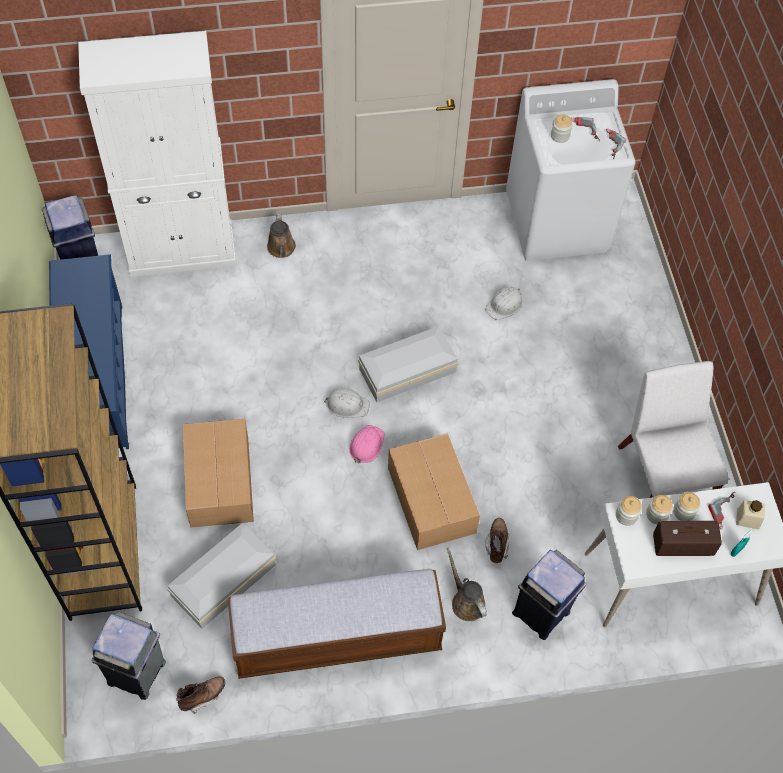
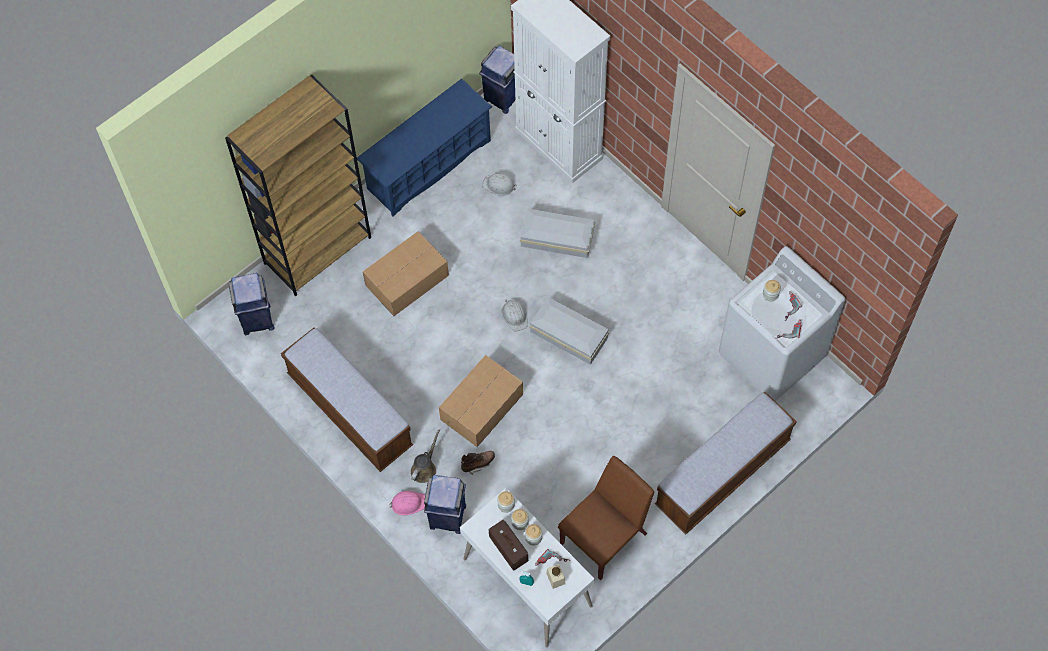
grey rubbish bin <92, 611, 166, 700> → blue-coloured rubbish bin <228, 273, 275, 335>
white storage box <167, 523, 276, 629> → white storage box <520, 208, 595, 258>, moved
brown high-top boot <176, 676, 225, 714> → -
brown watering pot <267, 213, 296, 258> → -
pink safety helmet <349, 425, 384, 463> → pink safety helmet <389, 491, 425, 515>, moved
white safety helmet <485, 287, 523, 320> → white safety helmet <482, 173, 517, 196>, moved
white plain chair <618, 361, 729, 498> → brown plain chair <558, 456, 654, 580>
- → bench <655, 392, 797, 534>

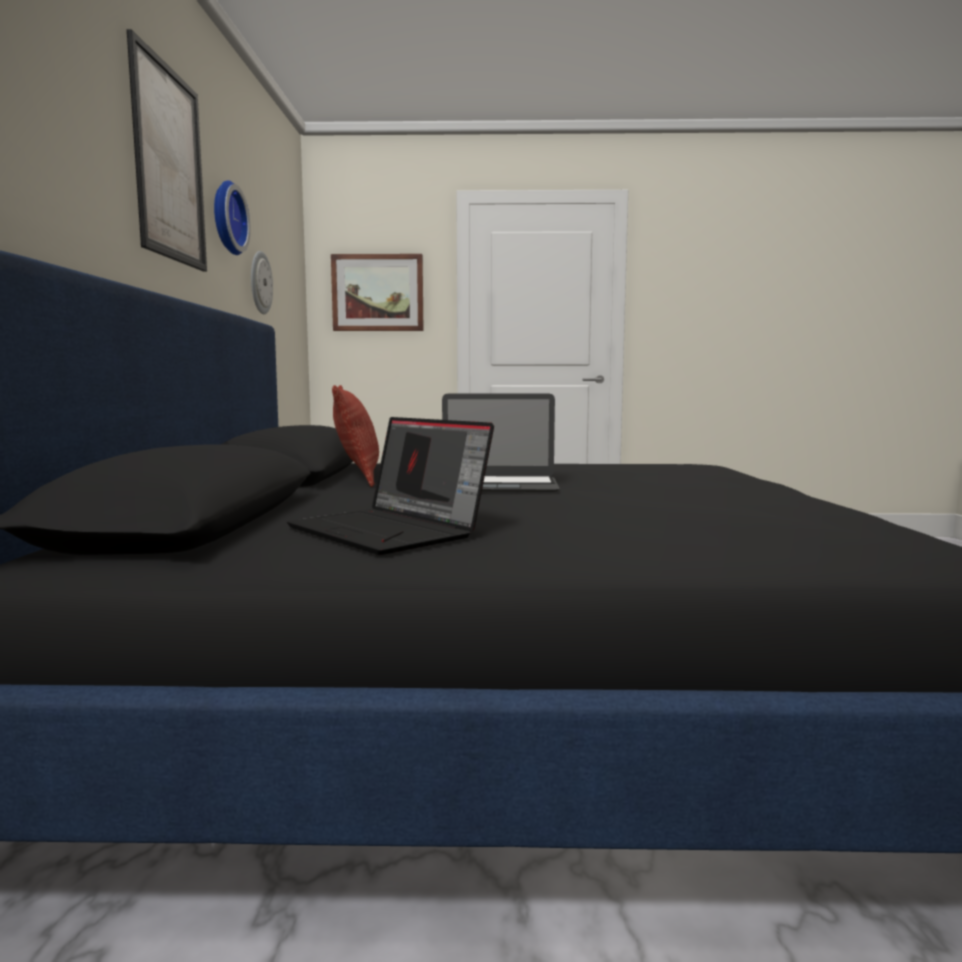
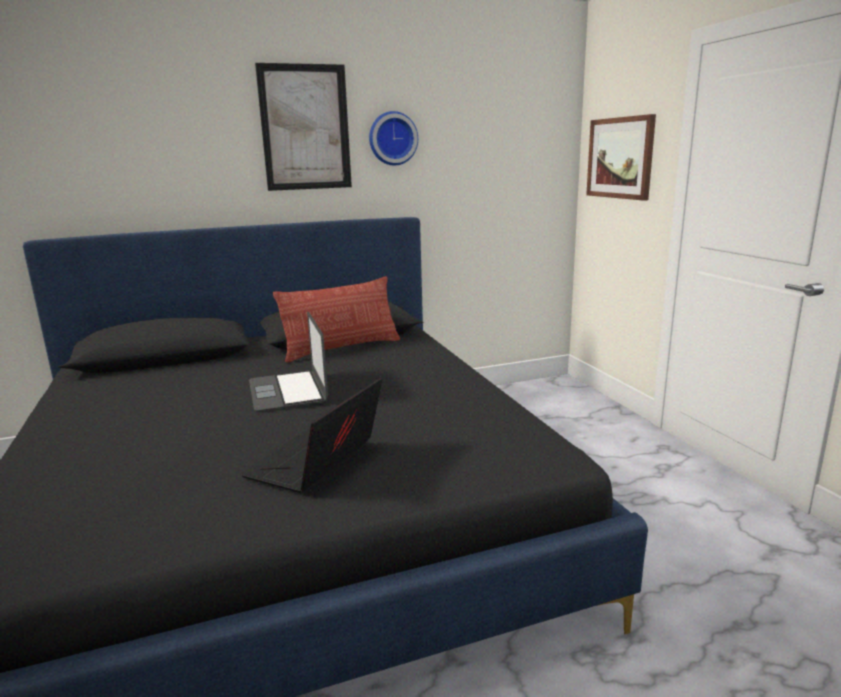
wall clock <251, 251, 273, 314> → -
notebook computer <287, 417, 494, 555> → notebook computer <240, 378, 382, 493>, moved

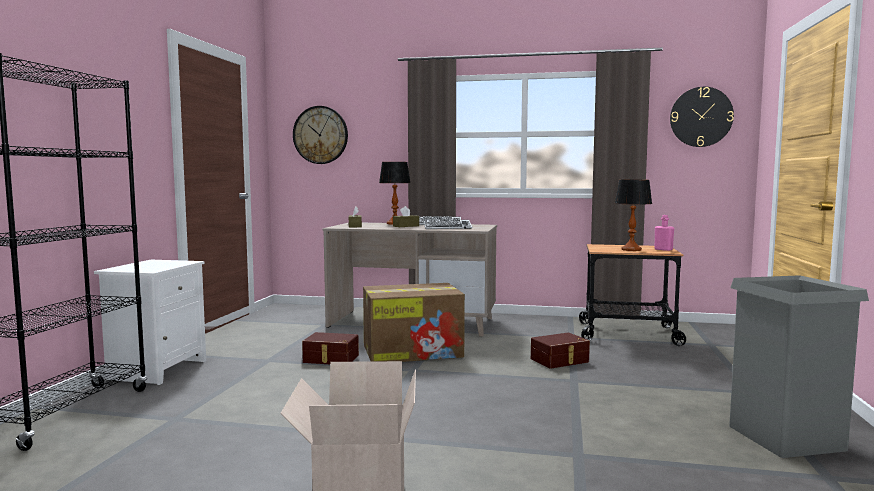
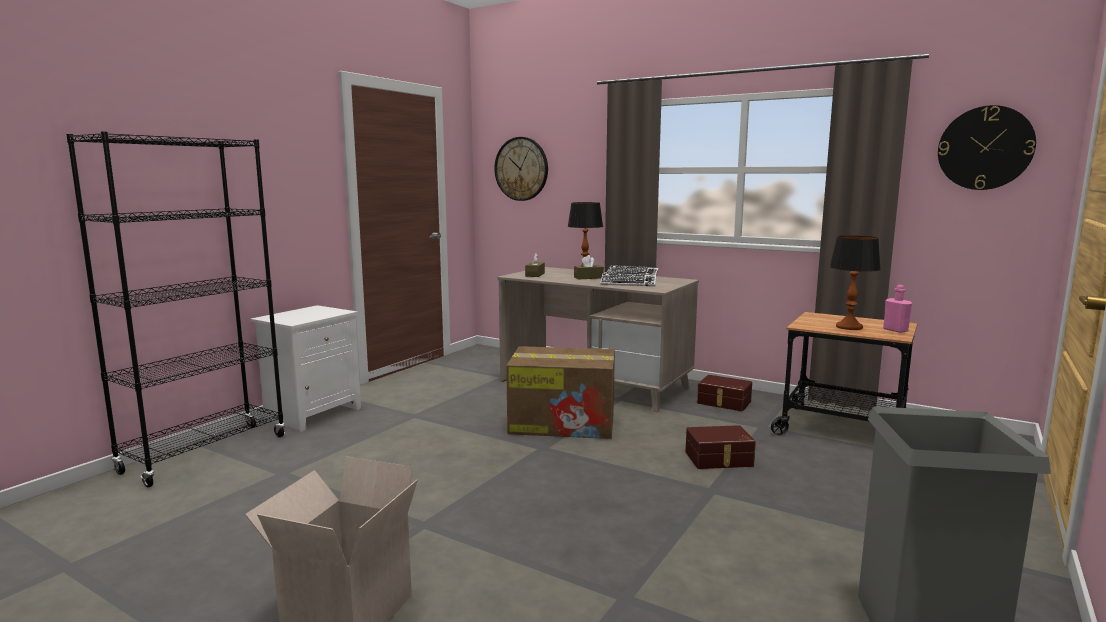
brown storage box <302, 332, 359, 364> → brown storage box <697, 375, 752, 411>, moved

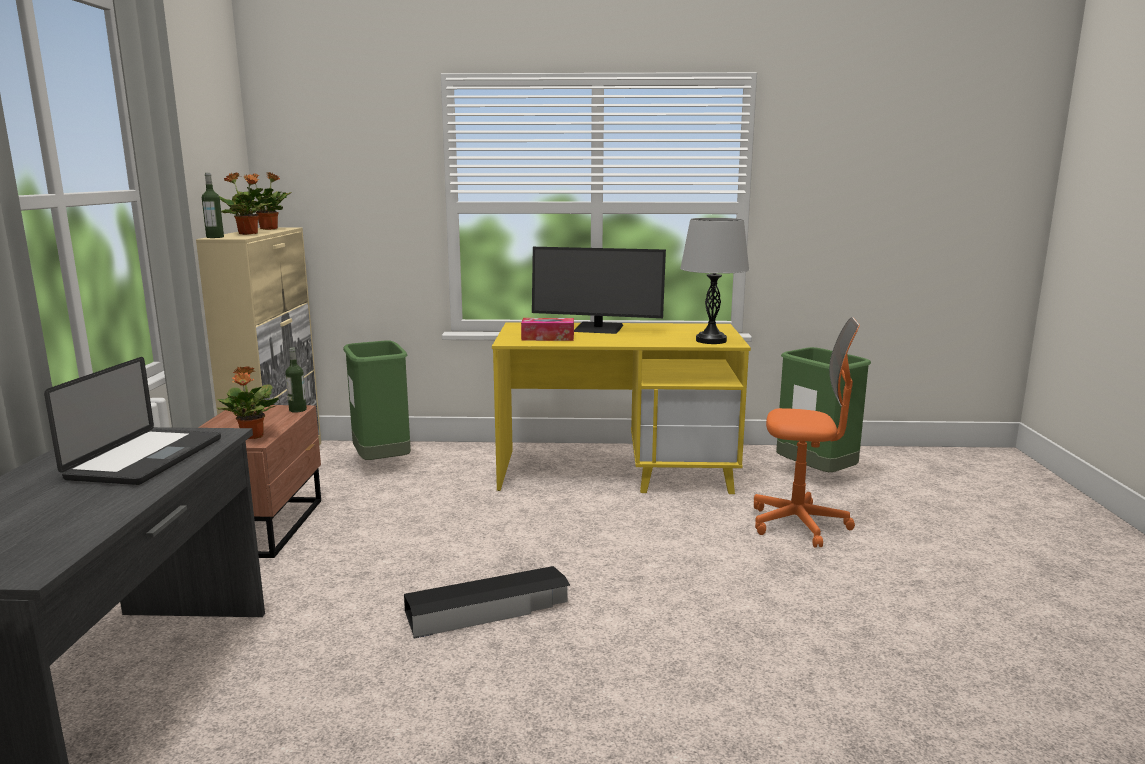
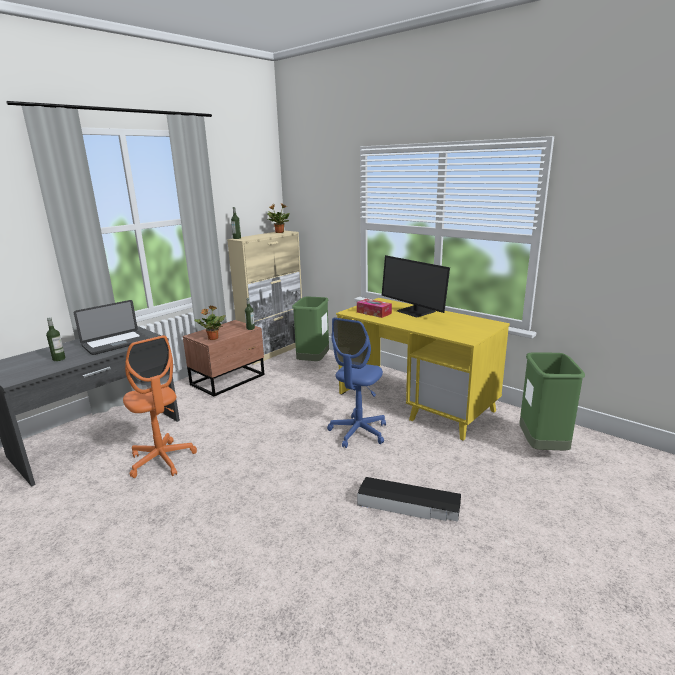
potted plant <219, 172, 272, 235> → -
black storage box <404, 566, 570, 638> → black storage box <357, 477, 461, 522>, moved
grey tabletop lamp <680, 218, 749, 344> → -
orange computer chair <754, 317, 860, 548> → orange computer chair <123, 335, 197, 478>, moved
- → beverage bottle <46, 317, 65, 361>
- → blue-coloured computer chair <327, 318, 386, 448>

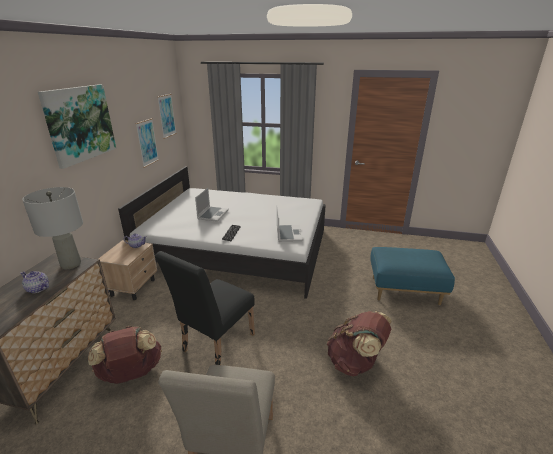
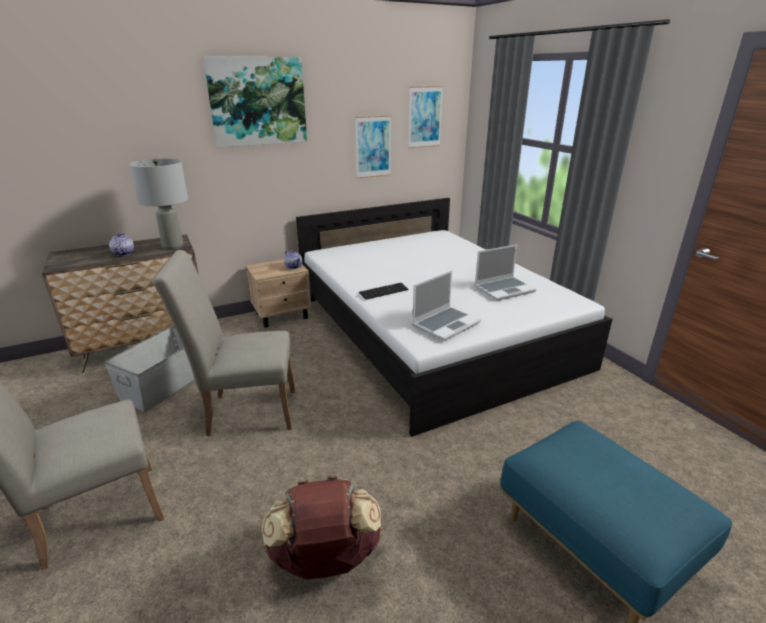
brown rucksack <88, 326, 162, 384> → grey storage box <104, 326, 194, 412>
black plain chair <155, 251, 255, 365> → sand-coloured plain chair <153, 250, 295, 436>
notebook computer <195, 188, 229, 222> → notebook computer <474, 244, 536, 301>, moved

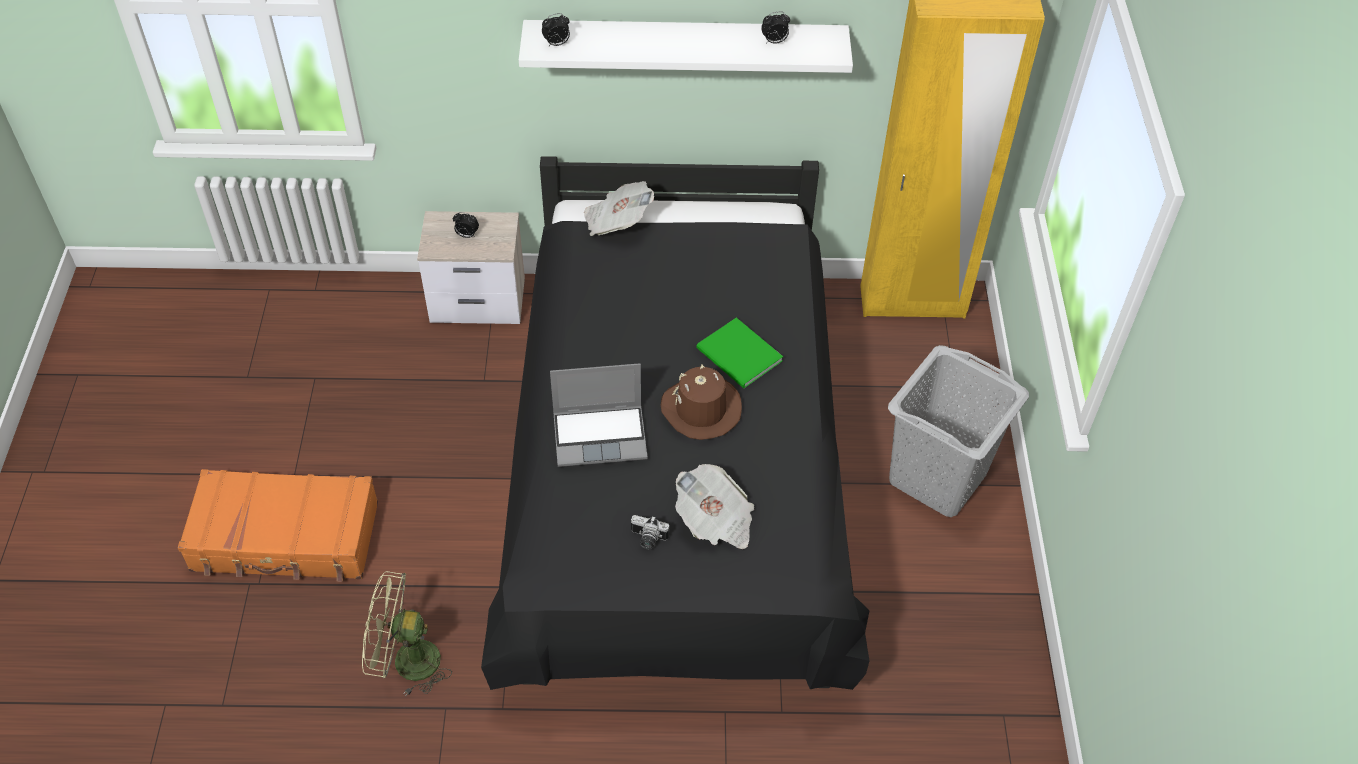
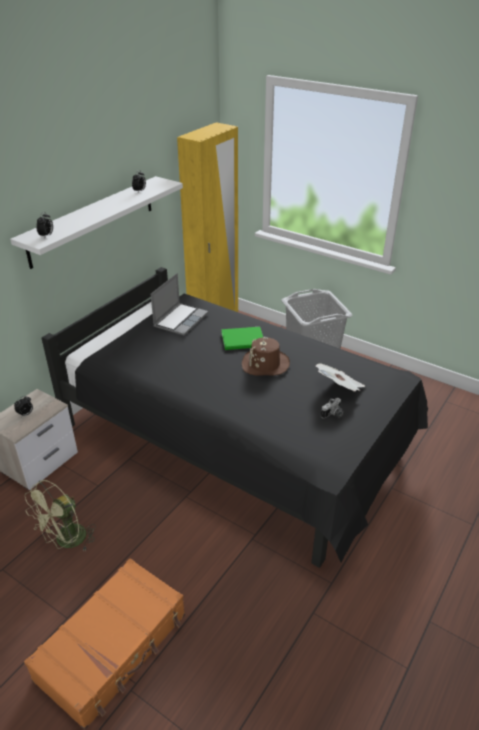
green-coloured fan <362, 571, 452, 696> → green-coloured fan <25, 480, 96, 551>, moved
notebook computer <550, 363, 648, 467> → notebook computer <151, 273, 208, 335>, moved
printed paper <584, 181, 654, 236> → -

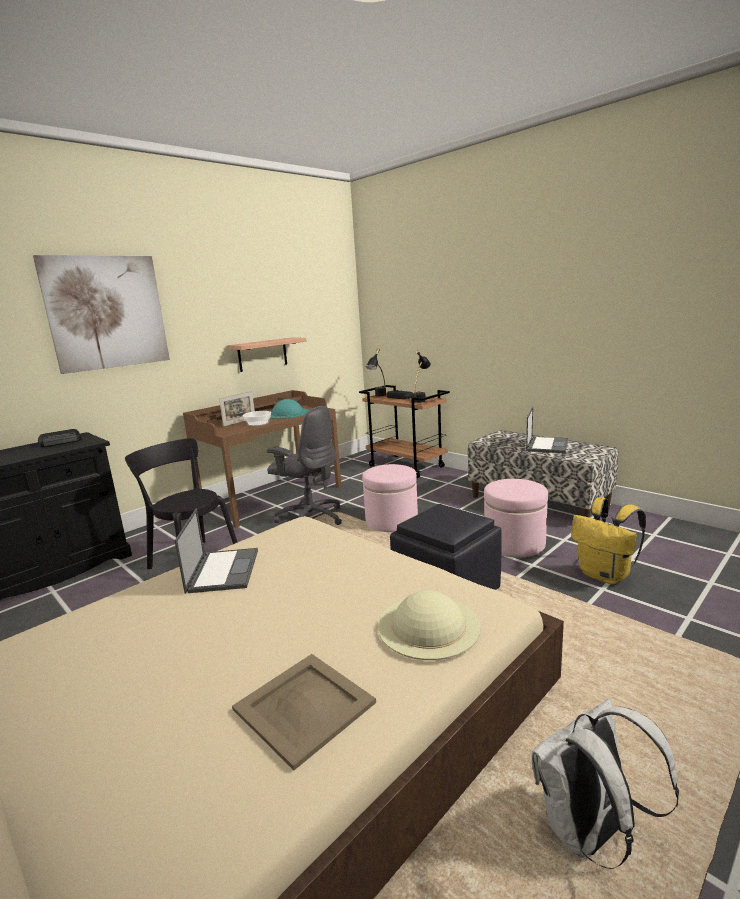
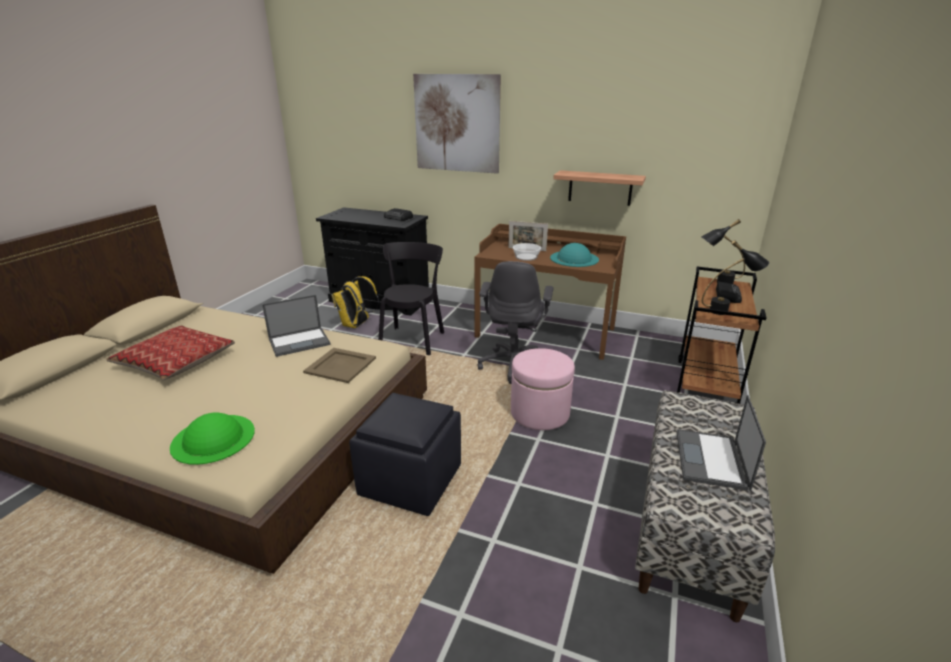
sand-coloured serving tray <232, 654, 376, 770> → sand-coloured serving tray <303, 348, 376, 383>, moved
sand-coloured wearable hat <378, 590, 481, 660> → green-coloured wearable hat <170, 412, 255, 465>
pink pouffe <484, 479, 548, 557> → -
notebook computer <526, 407, 568, 453> → notebook computer <677, 395, 766, 491>, 105 degrees clockwise
white rucksack <531, 699, 679, 869> → -
yellowish rucksack <571, 497, 646, 584> → yellowish rucksack <331, 276, 379, 328>, moved
- → throw pillow <106, 325, 235, 380>

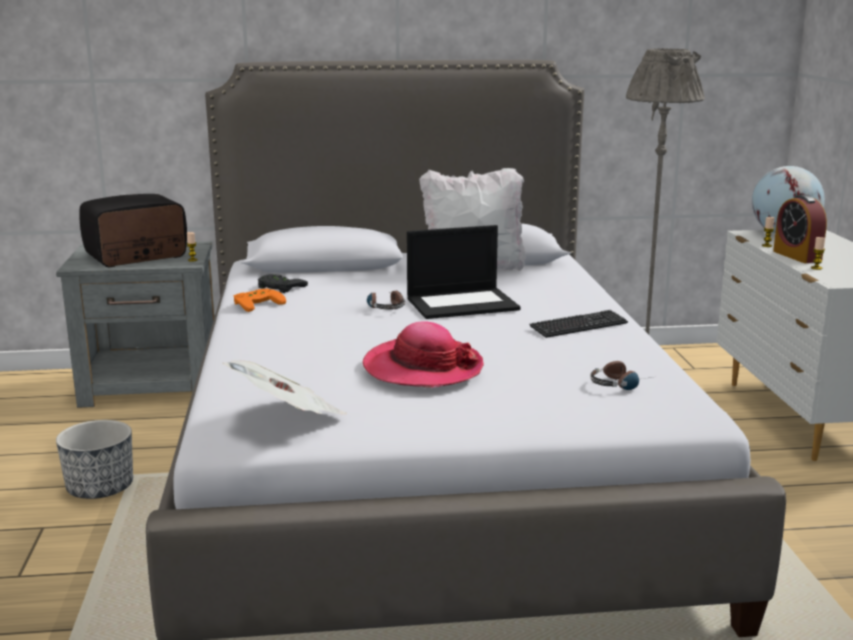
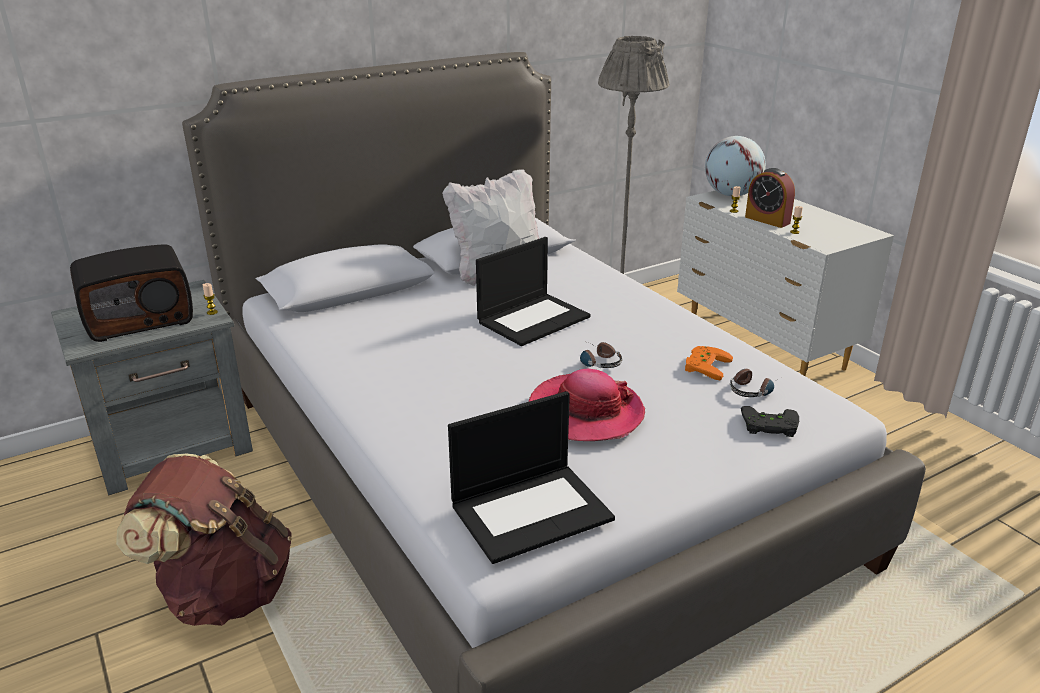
flower pot <56, 420, 133, 499> → brown rucksack <116, 454, 292, 626>
radio receiver <79, 194, 187, 267> → radio receiver <70, 244, 193, 342>, 150 degrees counterclockwise
printed paper <223, 360, 347, 414> → notebook computer <448, 391, 615, 564>
orange gamepad <233, 289, 286, 312> → orange gamepad <685, 346, 733, 380>, moved
black gamepad <258, 274, 308, 293> → black gamepad <741, 406, 799, 437>, moved
headset <367, 291, 405, 310> → headset <580, 342, 622, 368>, moved
computer keyboard <529, 310, 628, 338> → -

